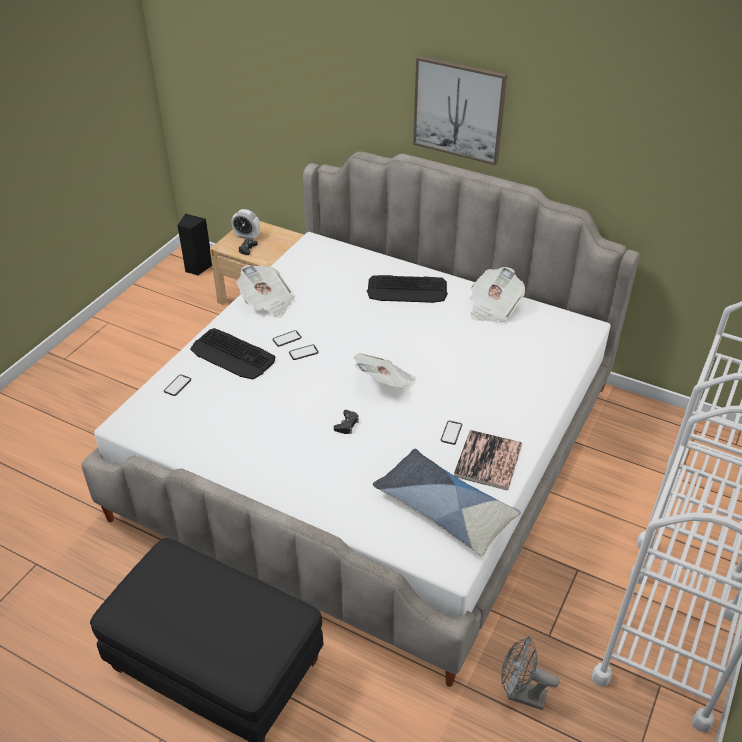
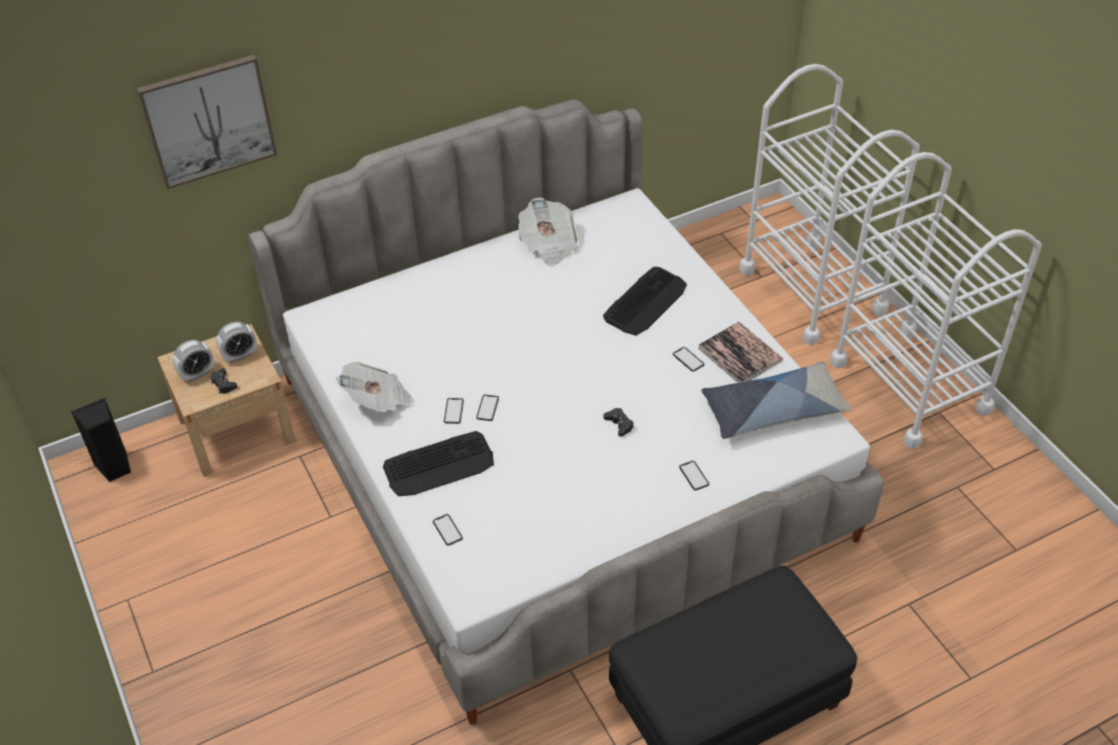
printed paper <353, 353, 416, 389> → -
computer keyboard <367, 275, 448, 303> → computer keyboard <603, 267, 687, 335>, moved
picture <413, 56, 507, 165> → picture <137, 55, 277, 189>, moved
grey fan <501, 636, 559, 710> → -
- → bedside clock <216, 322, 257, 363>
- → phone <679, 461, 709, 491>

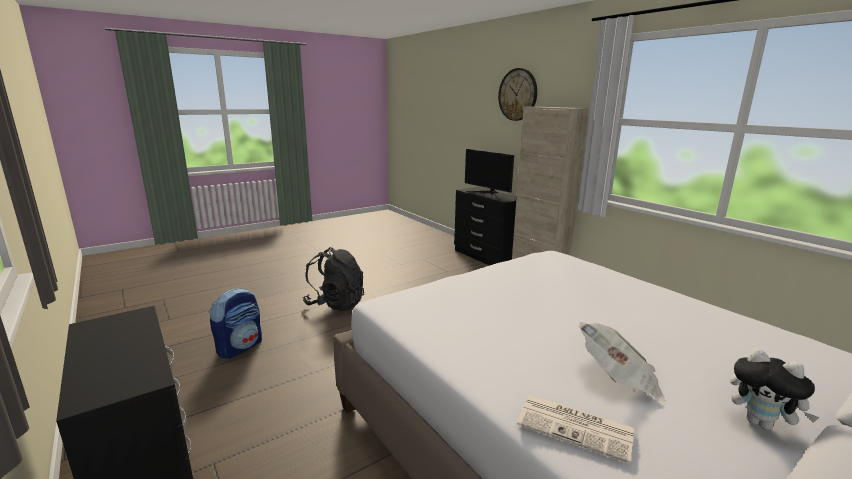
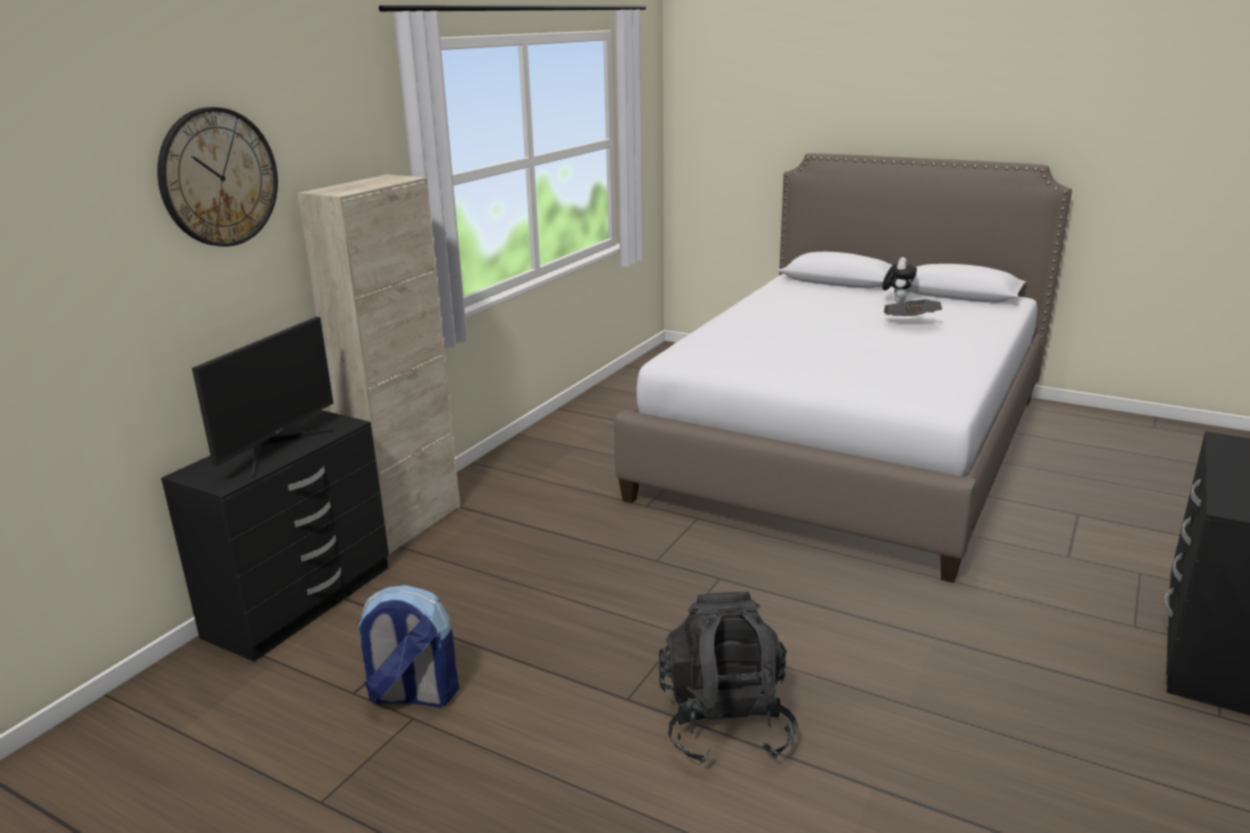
rucksack <210, 288, 262, 359> → rucksack <356, 585, 459, 707>, moved
printed paper <517, 395, 635, 464> → -

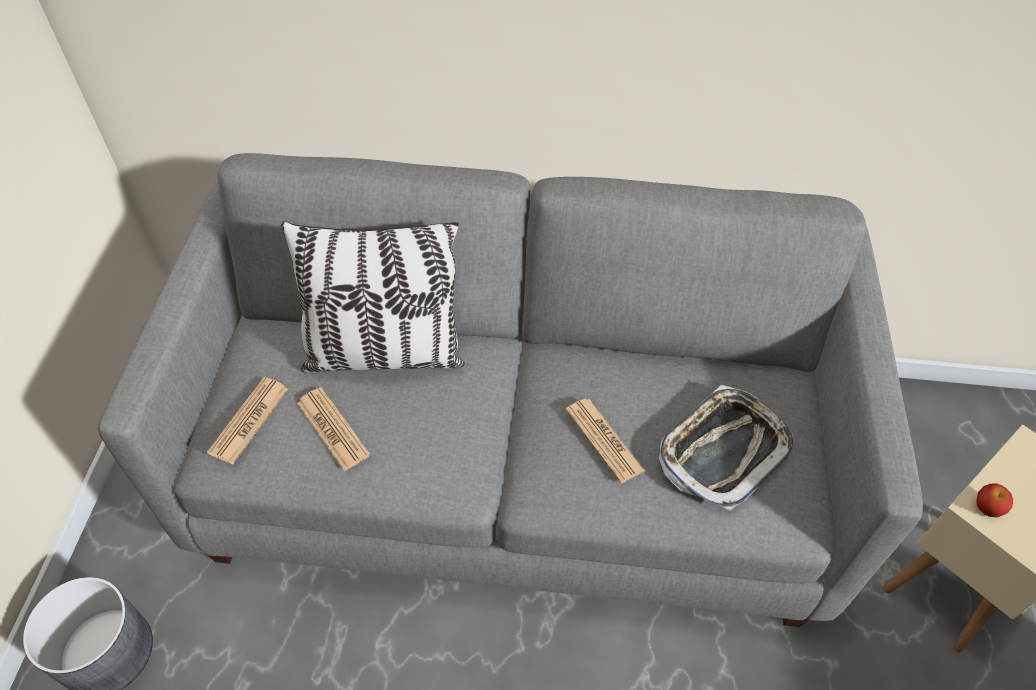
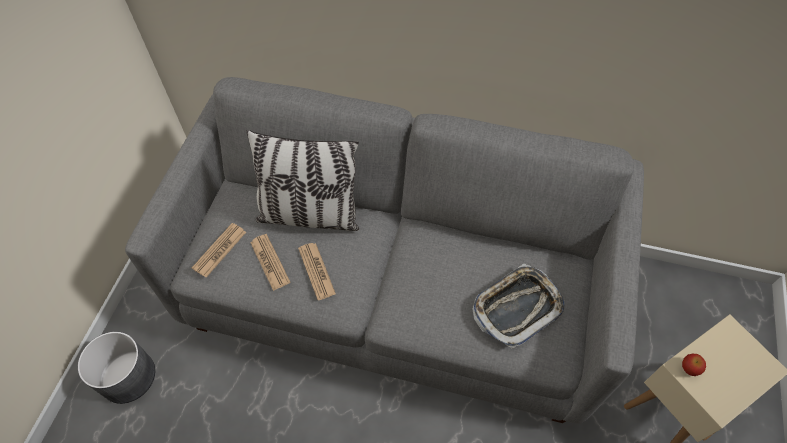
printed paper <566, 399, 645, 483> → printed paper <298, 243, 336, 300>, moved

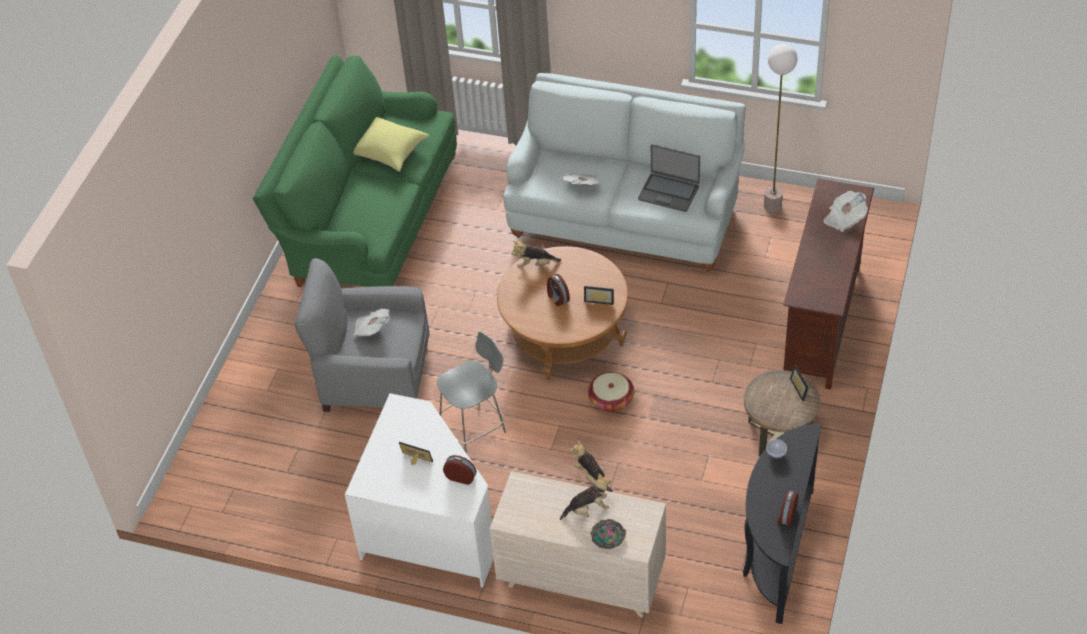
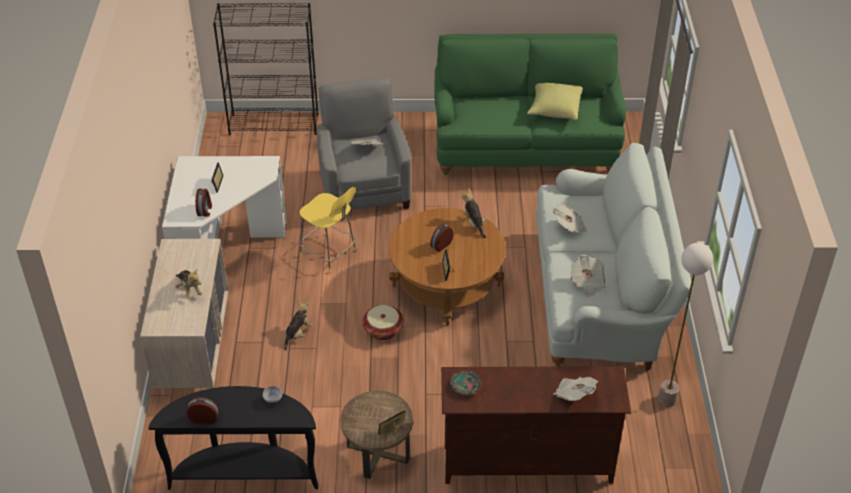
grey stool <437, 332, 506, 454> → yellowish stool <299, 187, 356, 273>
serving bowl <590, 519, 626, 549> → serving bowl <450, 370, 482, 395>, moved
notebook computer <638, 144, 700, 212> → printed paper <571, 254, 606, 297>
- → black bookcase <213, 3, 318, 135>

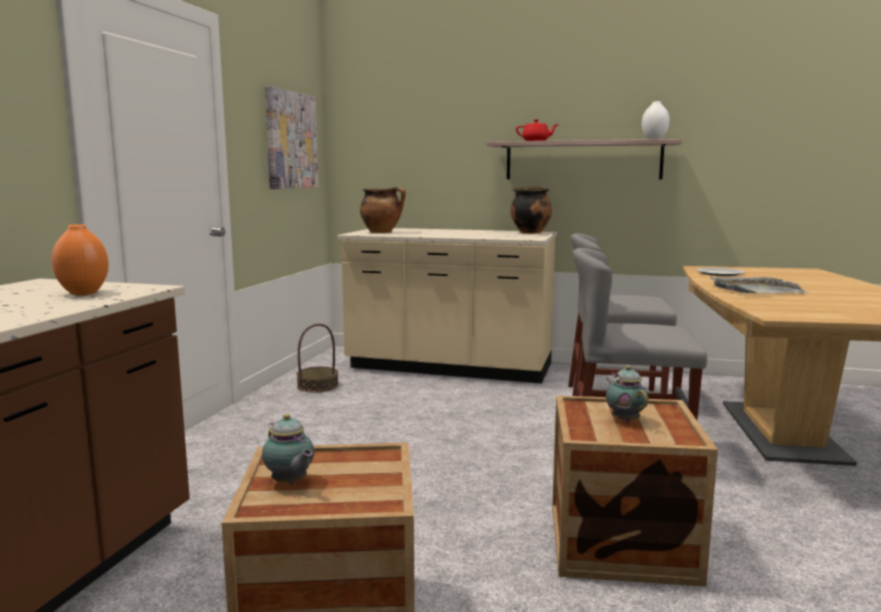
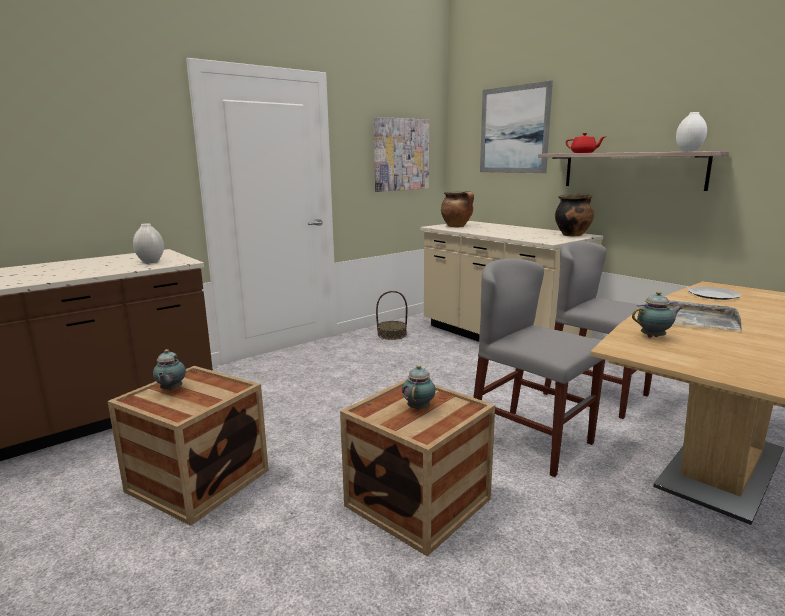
orange decorative vase <52, 224, 109, 295> → white decorative vase <133, 224, 164, 263>
- → picture <480, 81, 553, 173>
- → tea pot <632, 291, 682, 338>

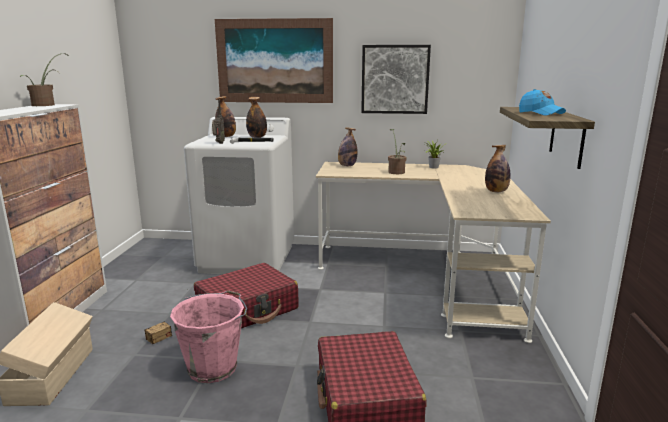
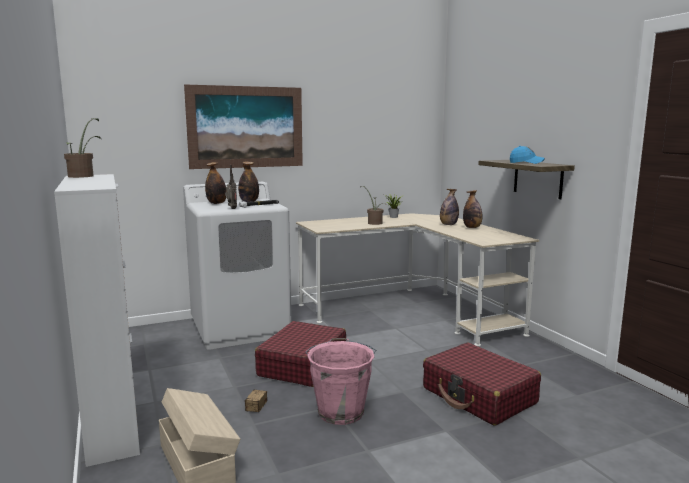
beverage bottle <338, 128, 358, 166> → beverage bottle <440, 189, 459, 225>, moved
picture <361, 45, 431, 114> → -

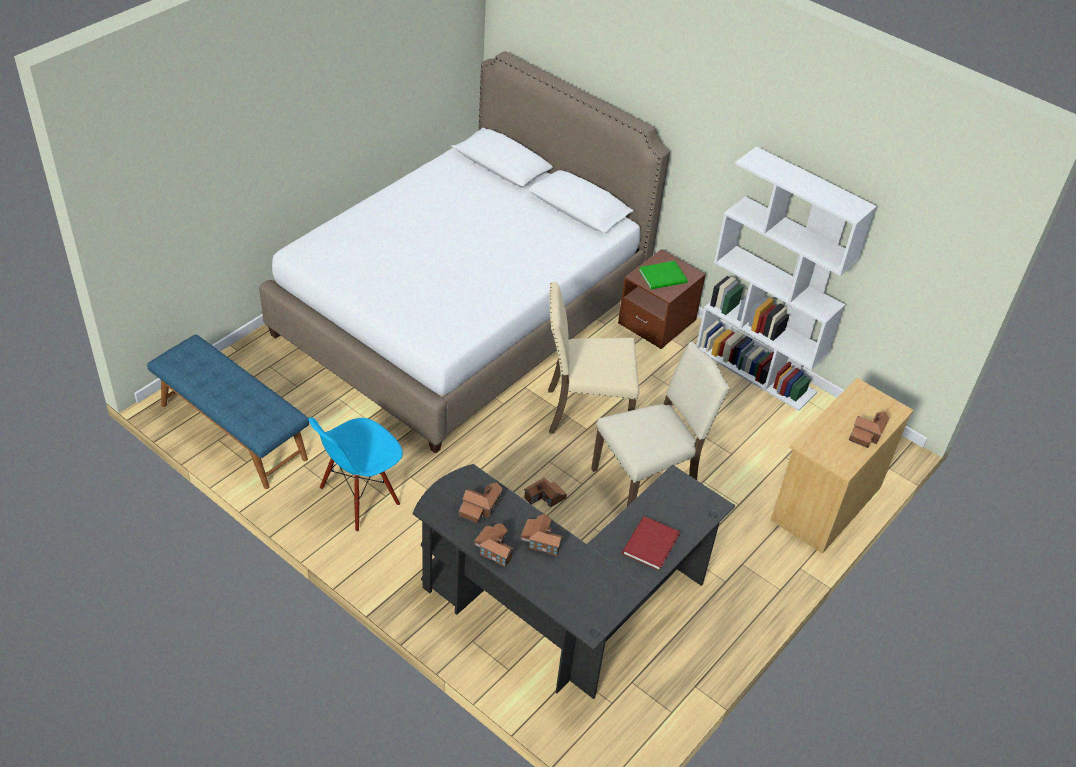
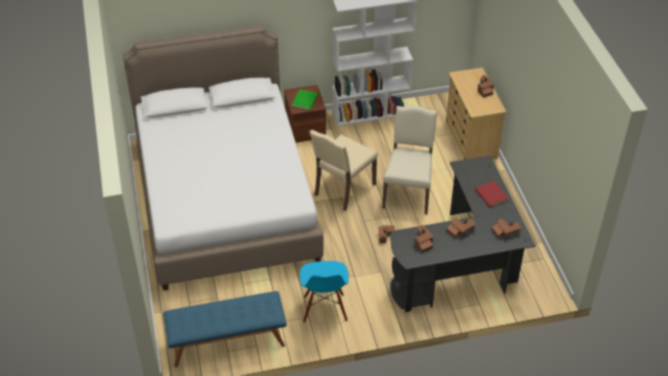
toy house <474, 523, 514, 567> → toy house <492, 218, 521, 239>, moved

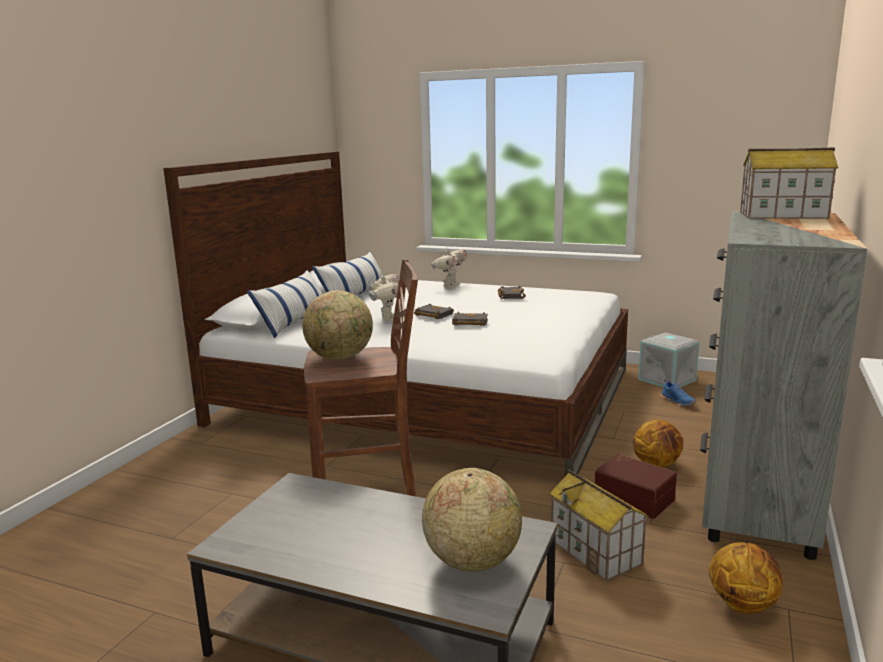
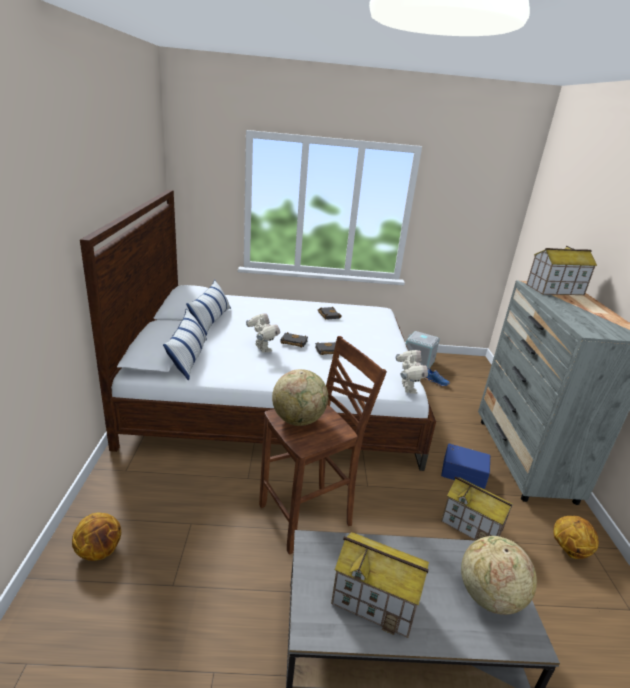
model robot <431, 246, 467, 288> → model robot <396, 350, 428, 394>, moved
brown storage box <595, 454, 677, 519> → blue-coloured storage box <441, 443, 490, 489>
basketball ball <633, 419, 683, 467> → basketball ball <72, 513, 121, 561>, moved
- → toy house <331, 532, 429, 638>

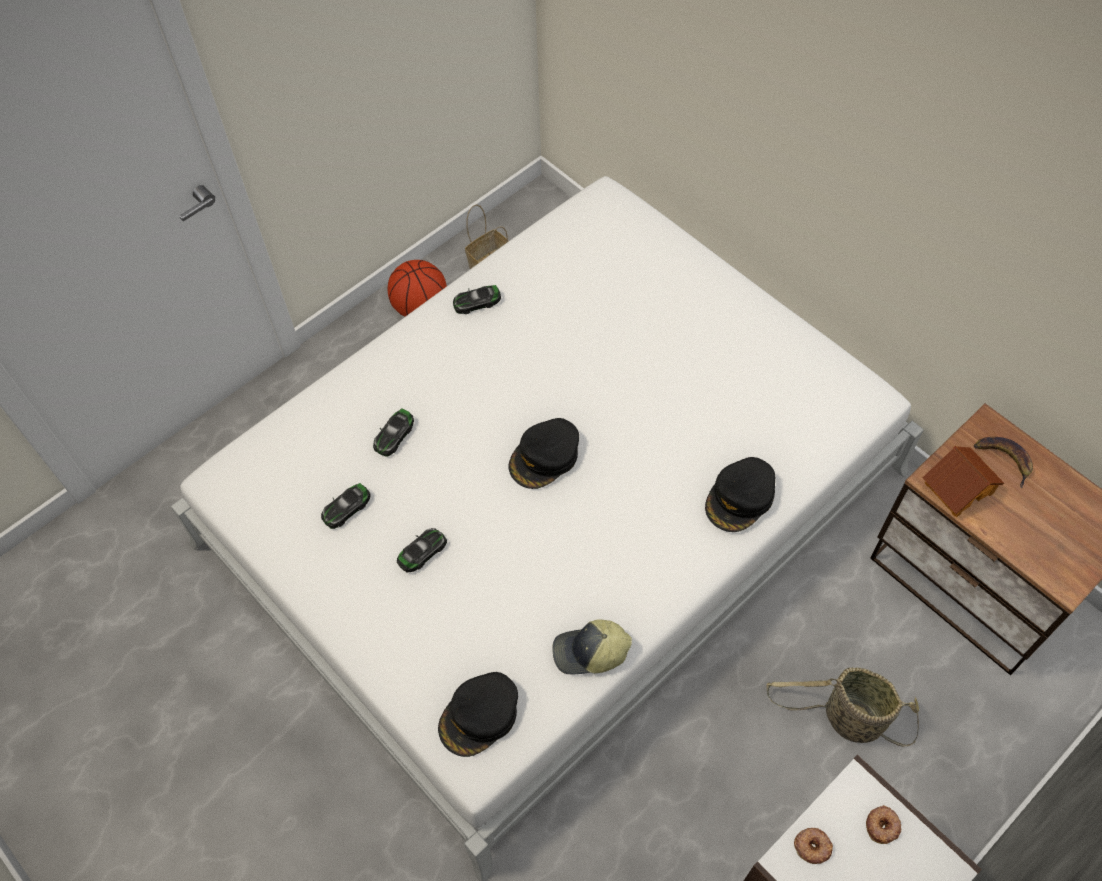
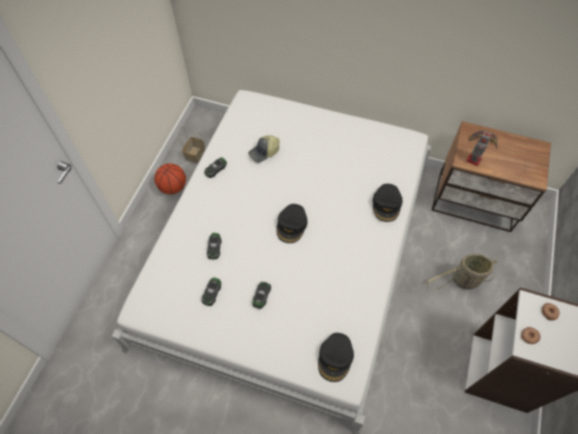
peaked cap <552, 619, 632, 675> → peaked cap <248, 135, 279, 163>, moved
toy house <922, 446, 1004, 517> → model robot <466, 130, 492, 166>

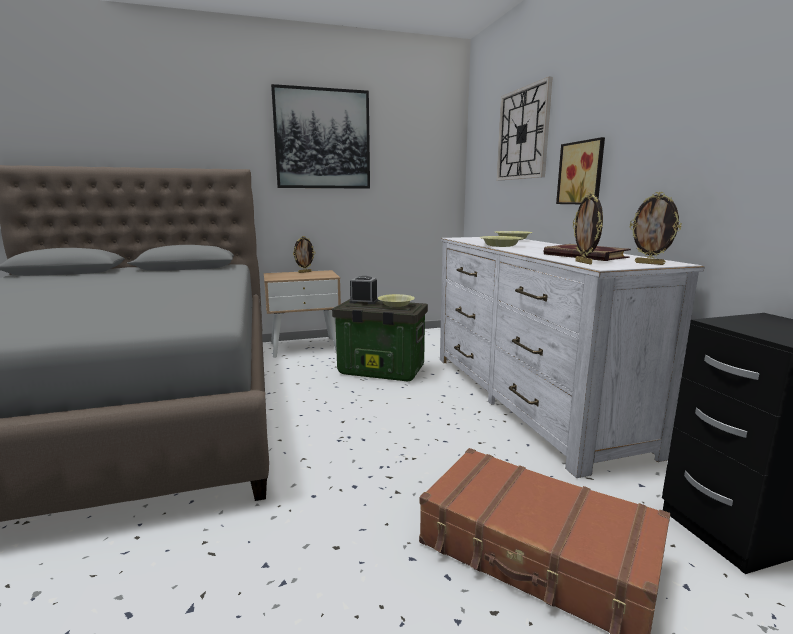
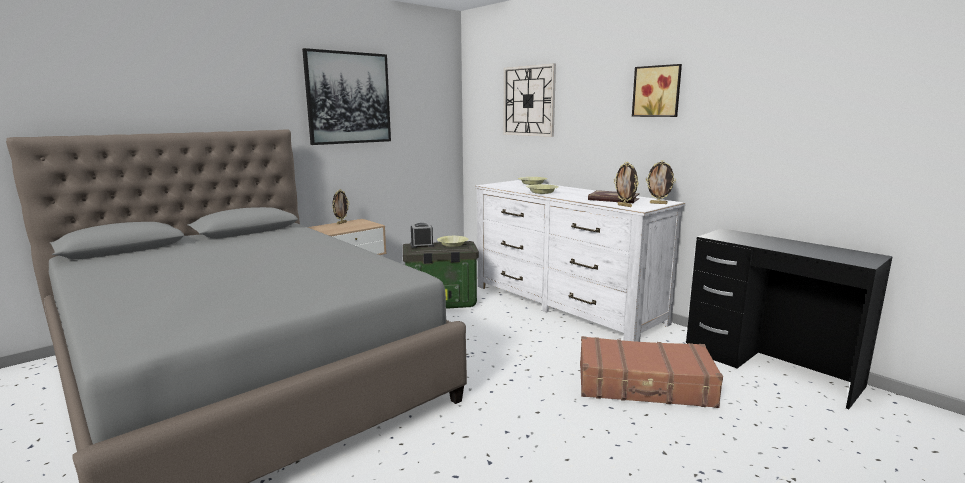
picture <556, 137, 605, 204> → picture <632, 64, 682, 117>, moved

